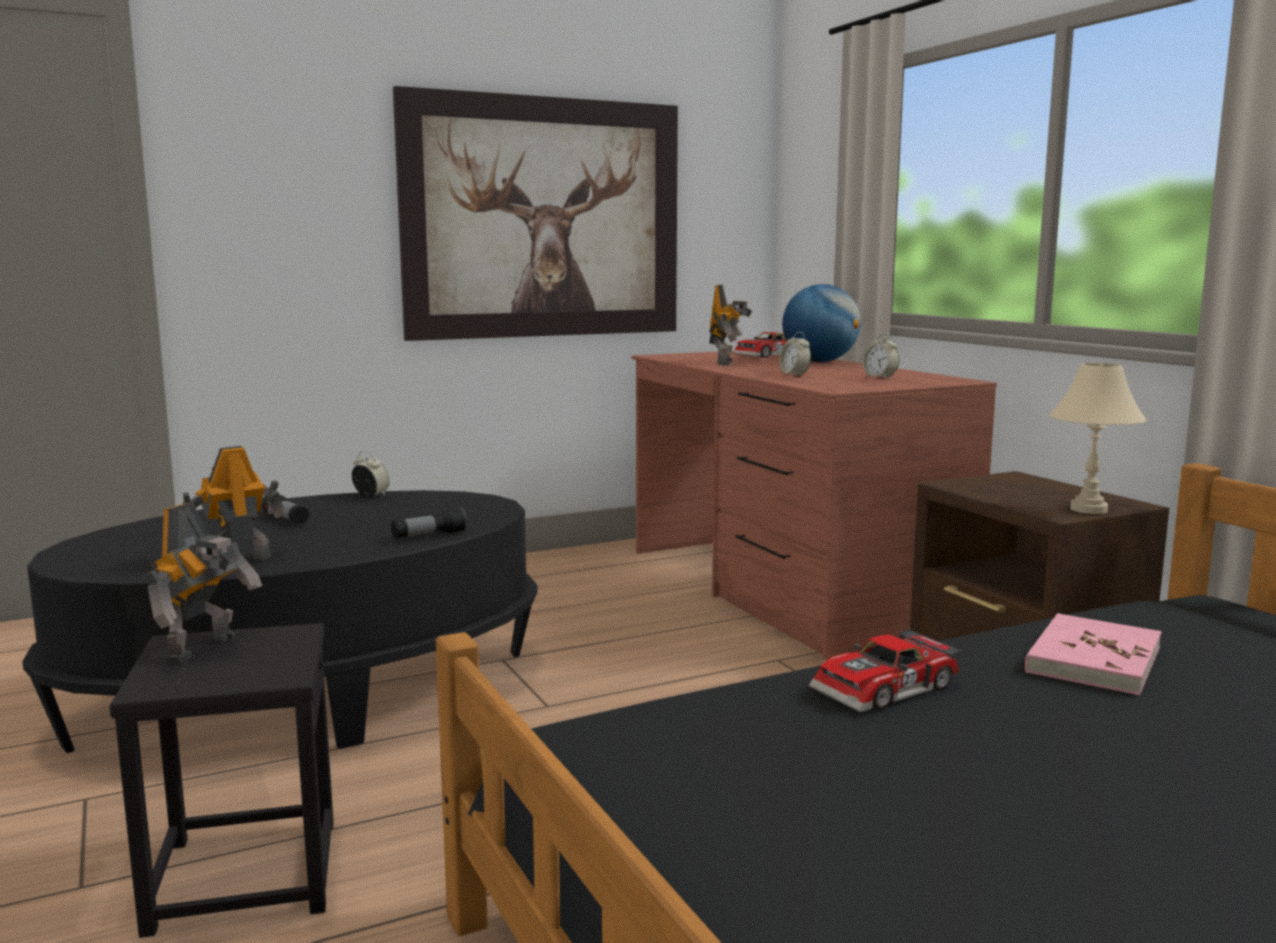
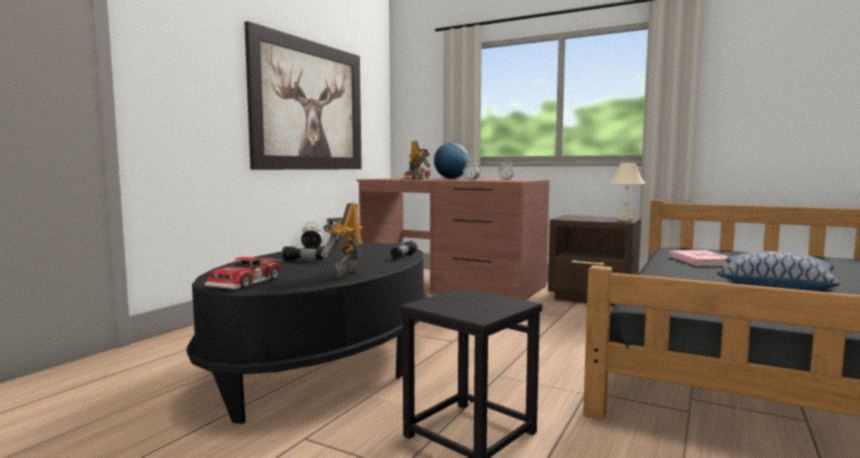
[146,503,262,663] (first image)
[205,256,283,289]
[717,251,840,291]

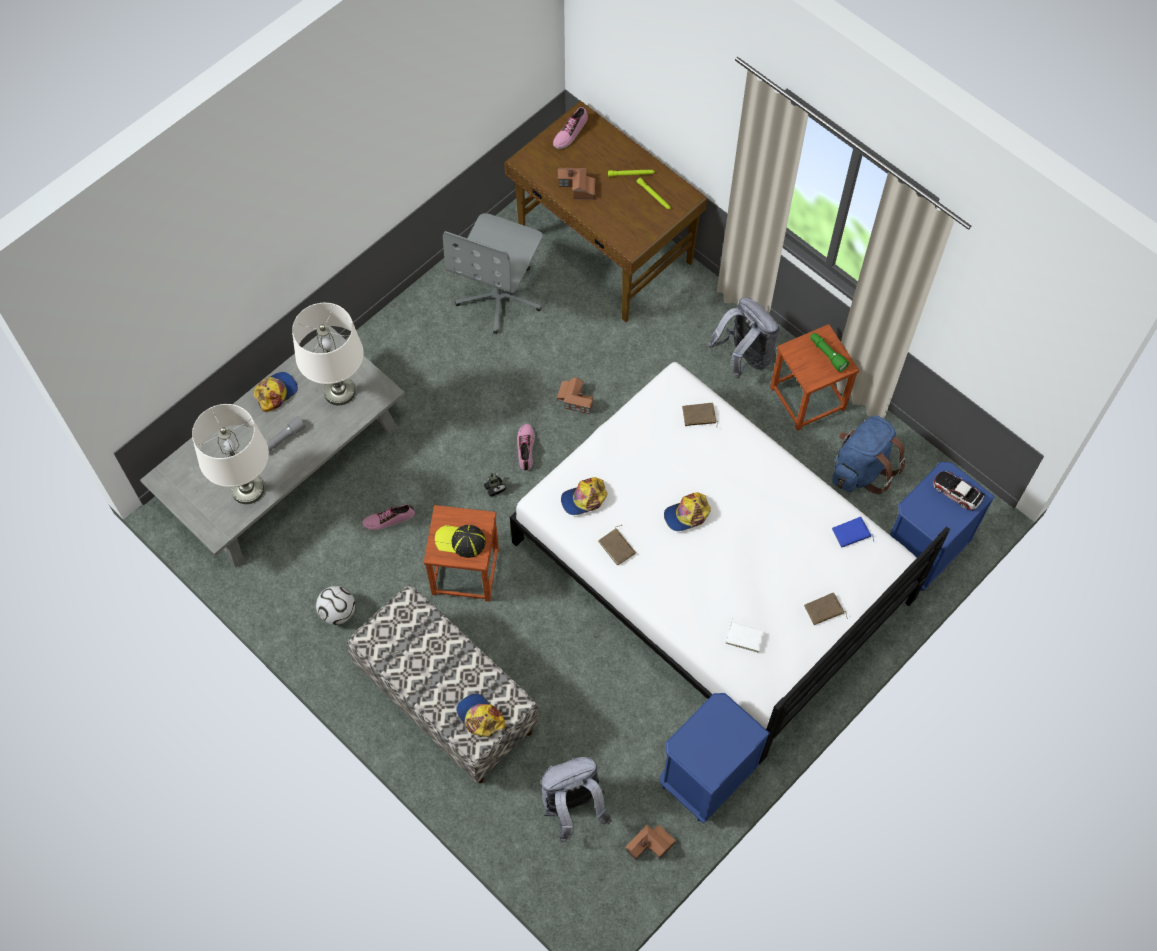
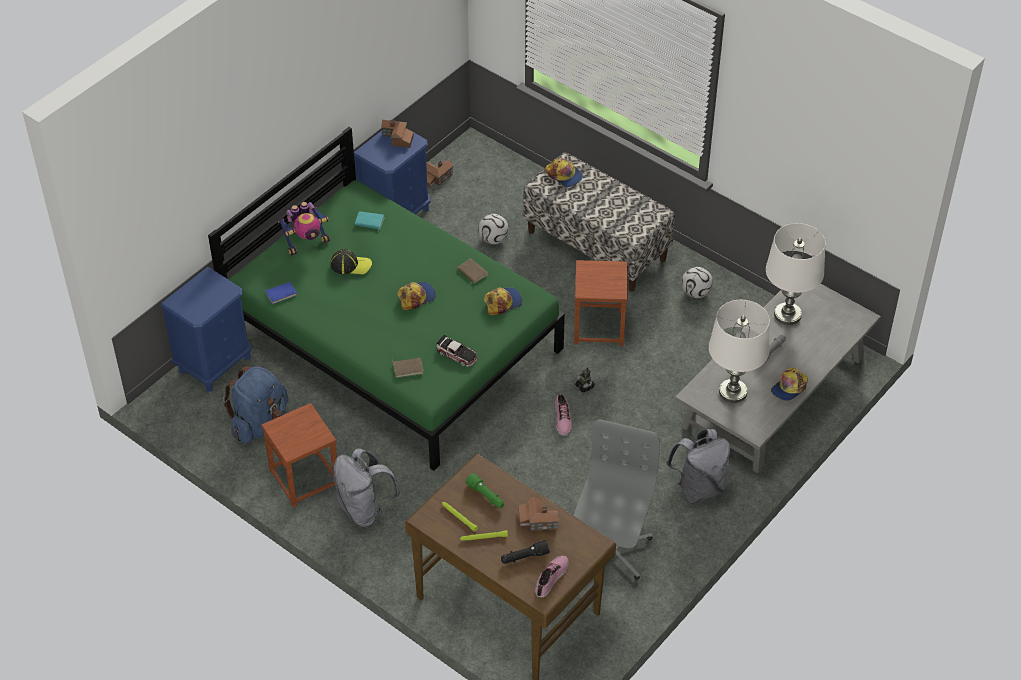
[466,473,504,508]
[208,127,565,471]
[381,120,414,148]
[436,335,478,367]
[362,504,415,531] (first image)
[331,249,372,274]
[278,202,330,256]
[355,211,385,231]
[666,429,730,504]
[478,214,509,244]
[501,540,550,563]

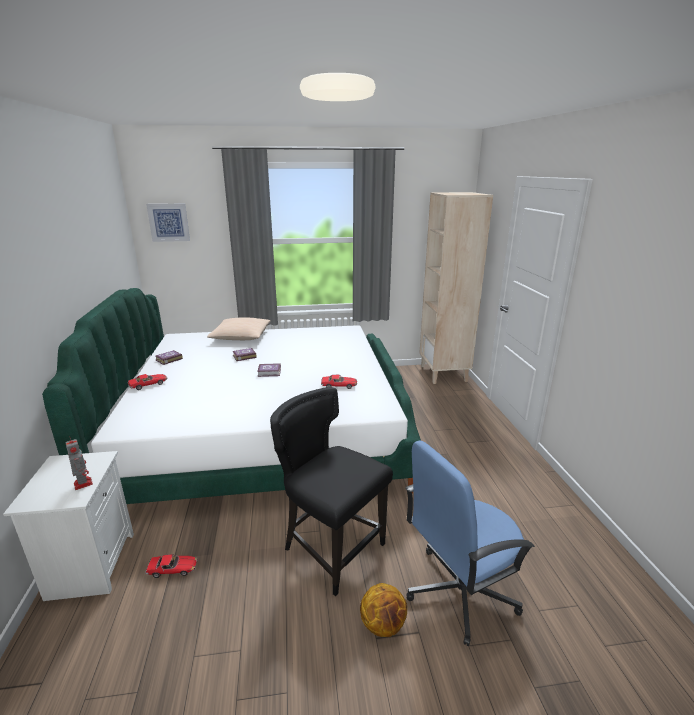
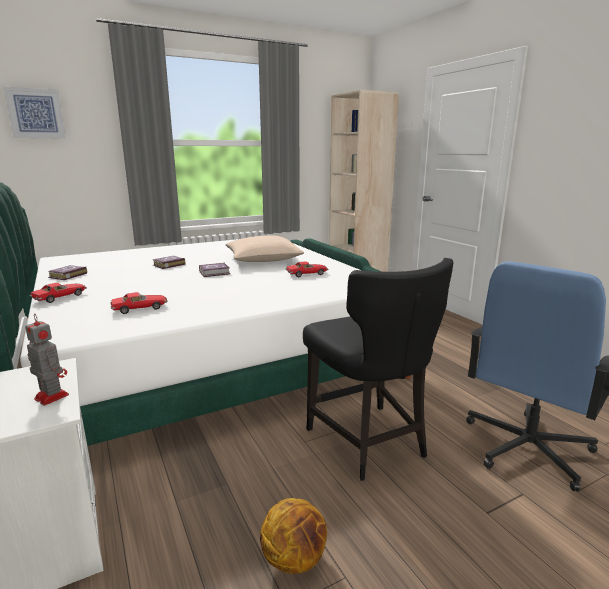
[226,235,304,262]
[303,258,453,480]
[111,292,168,314]
[260,498,327,574]

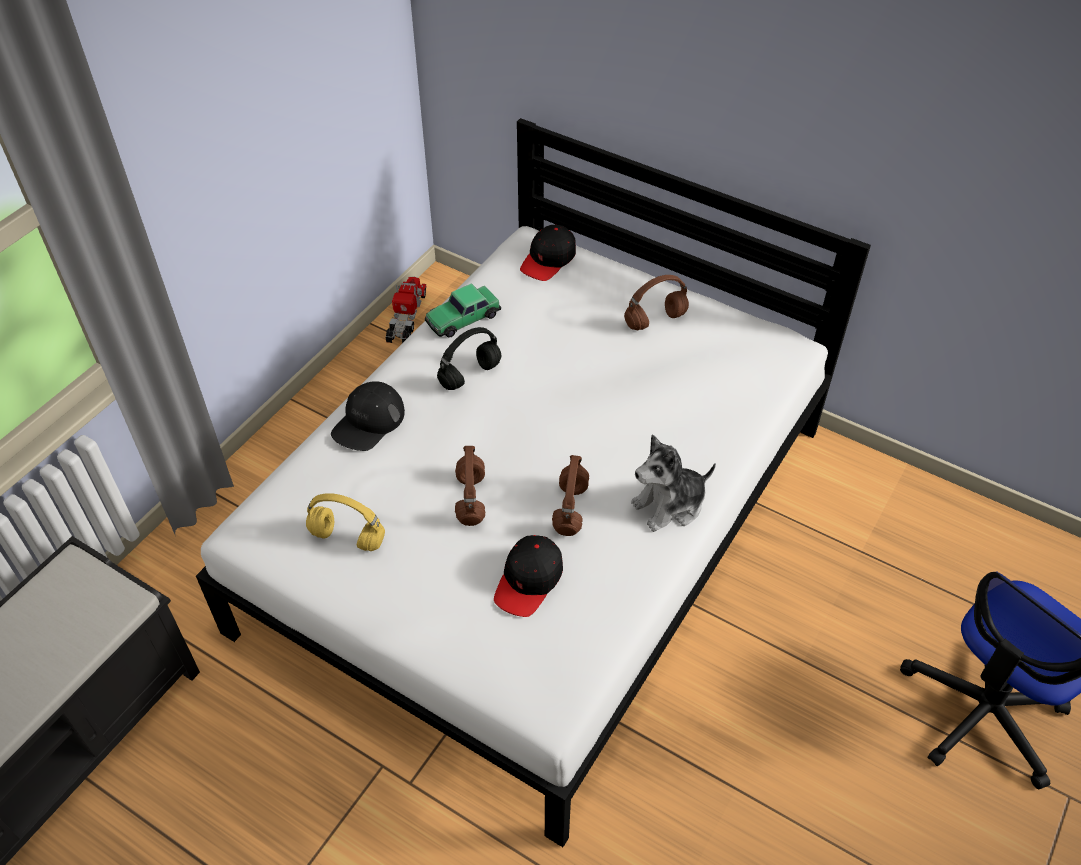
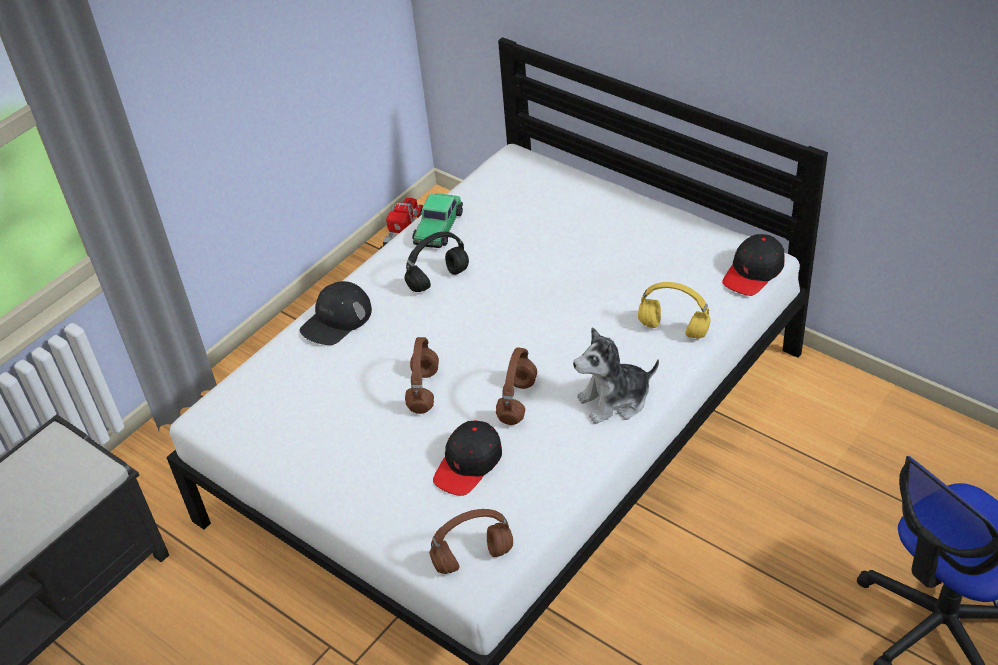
[722,234,785,296]
[429,509,513,574]
[412,193,463,248]
[638,282,711,339]

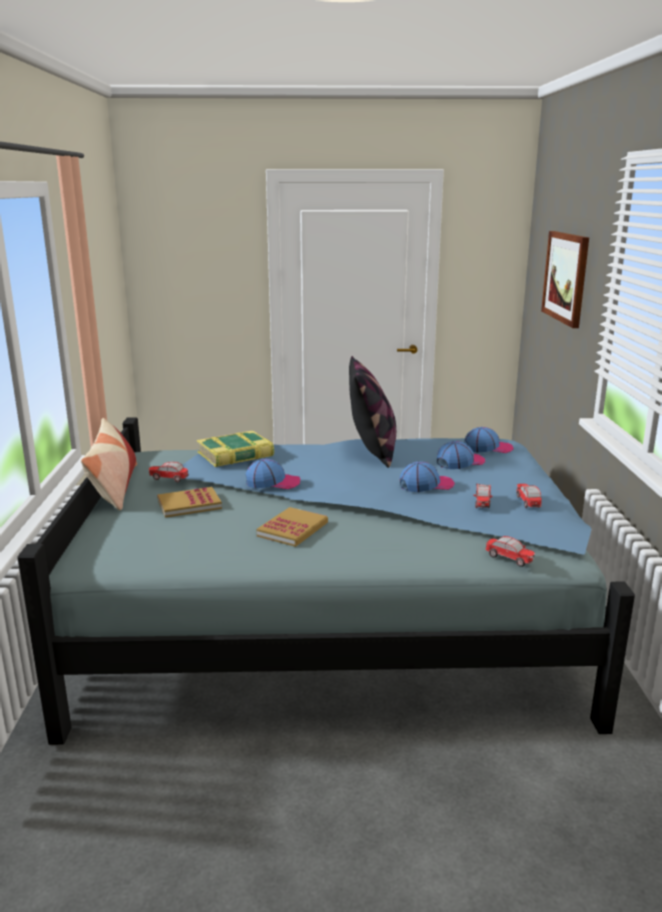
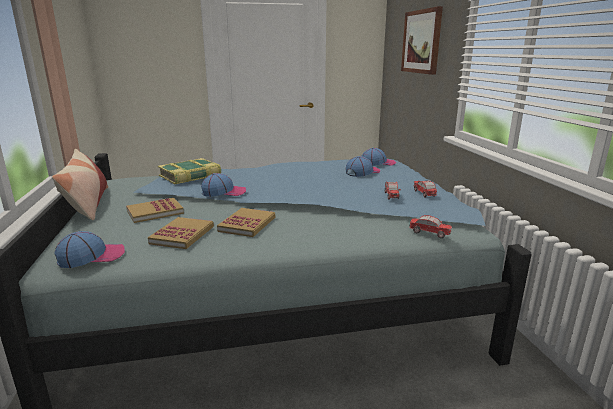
[349,356,396,468] (first image)
[55,231,125,268]
[148,462,189,482] (first image)
[148,217,214,249]

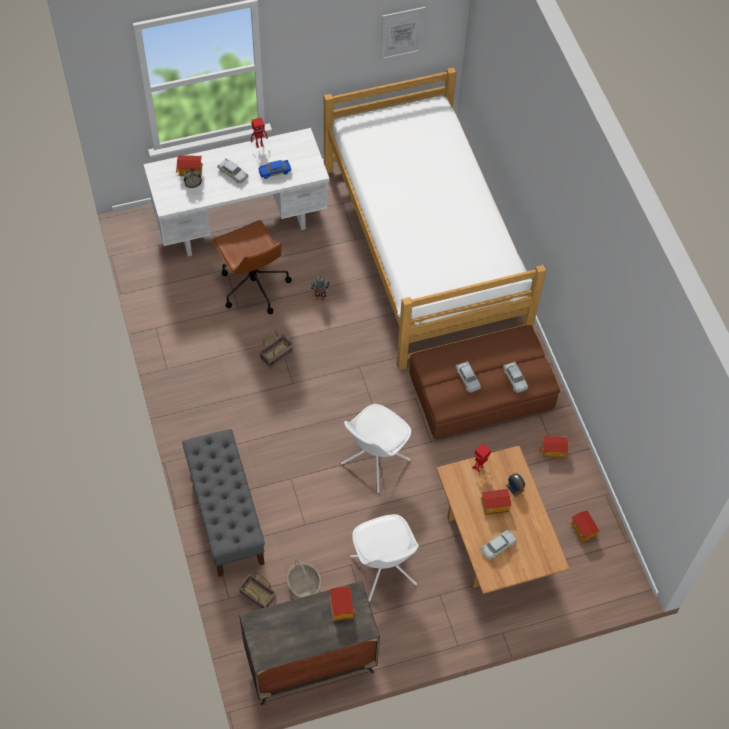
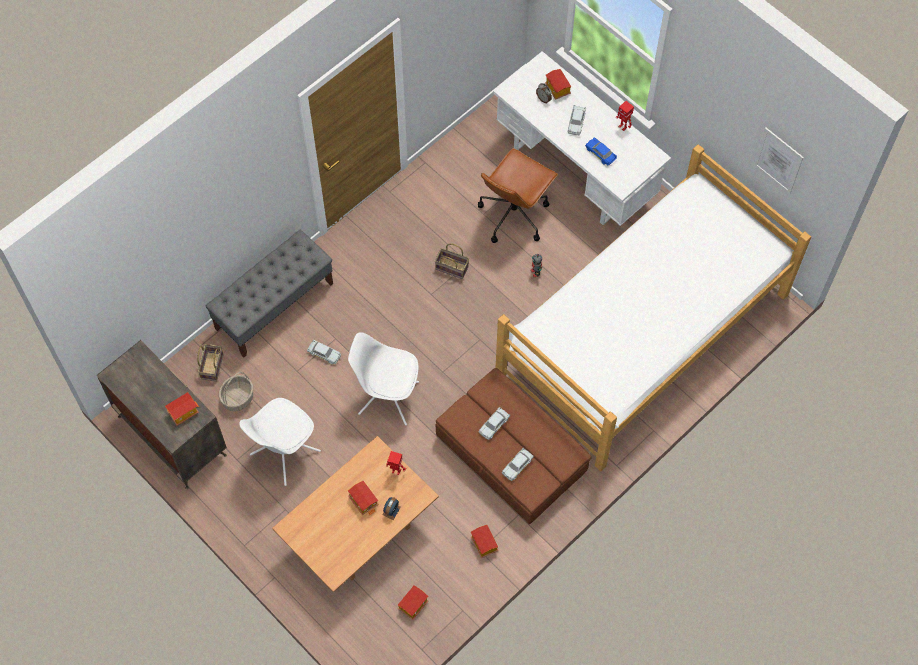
[307,340,341,364]

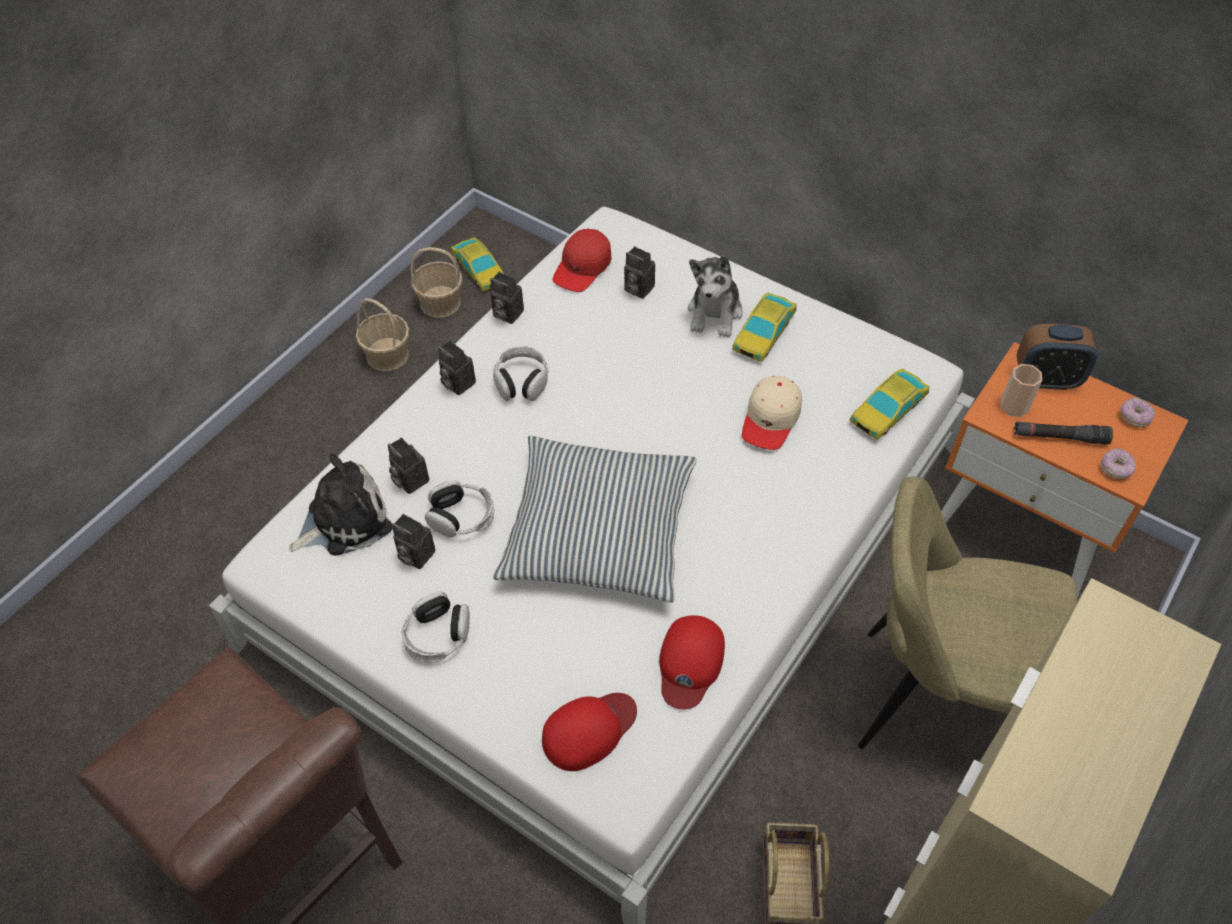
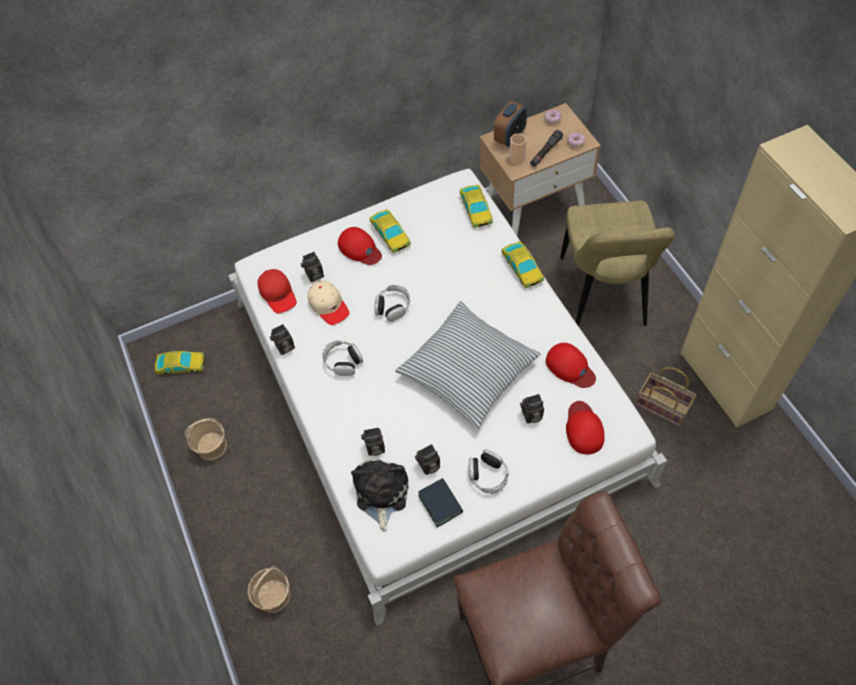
[248,566,290,613]
[338,227,382,265]
[520,394,544,423]
[480,103,601,235]
[308,281,349,325]
[560,201,675,326]
[375,285,410,322]
[501,241,544,288]
[418,478,463,527]

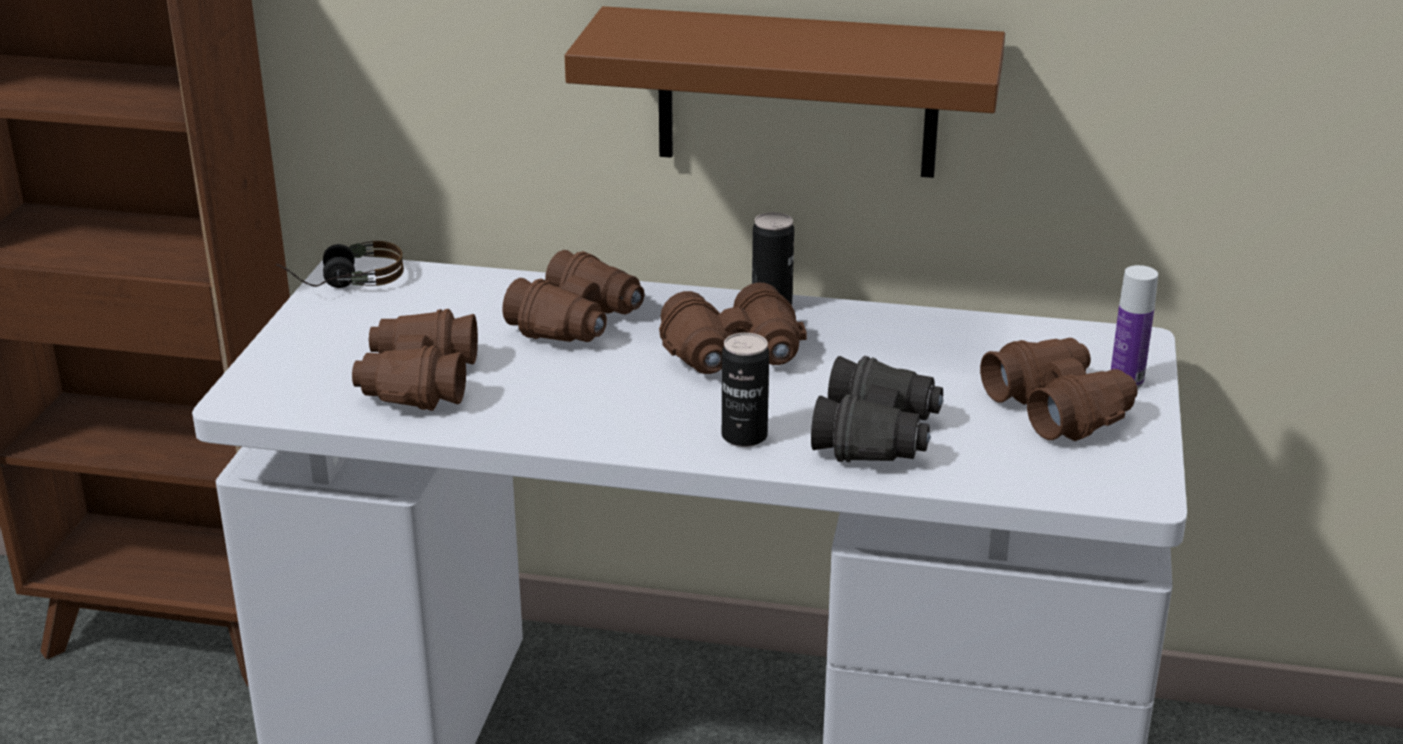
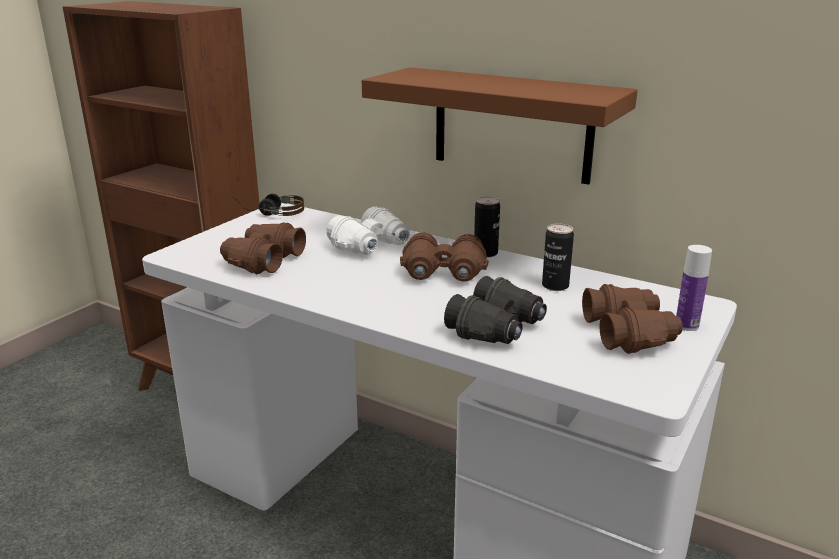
[326,207,410,255]
[542,224,574,291]

